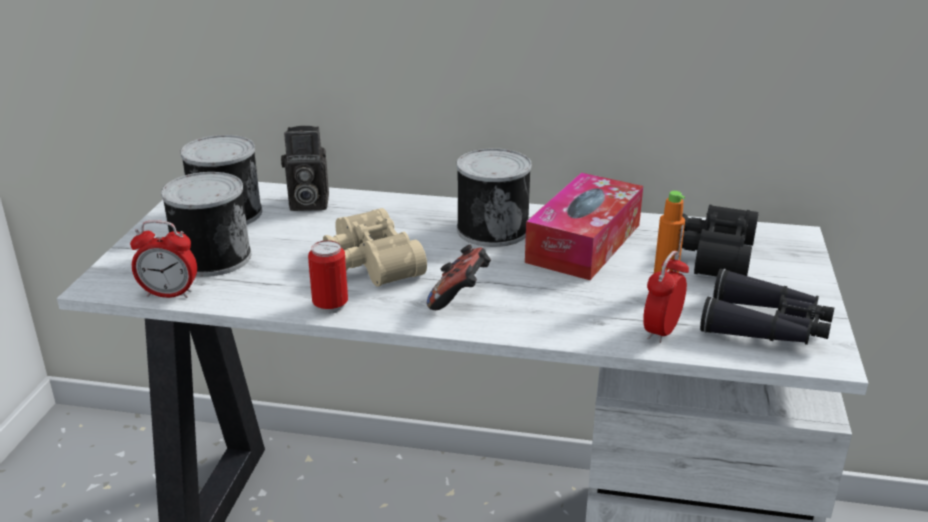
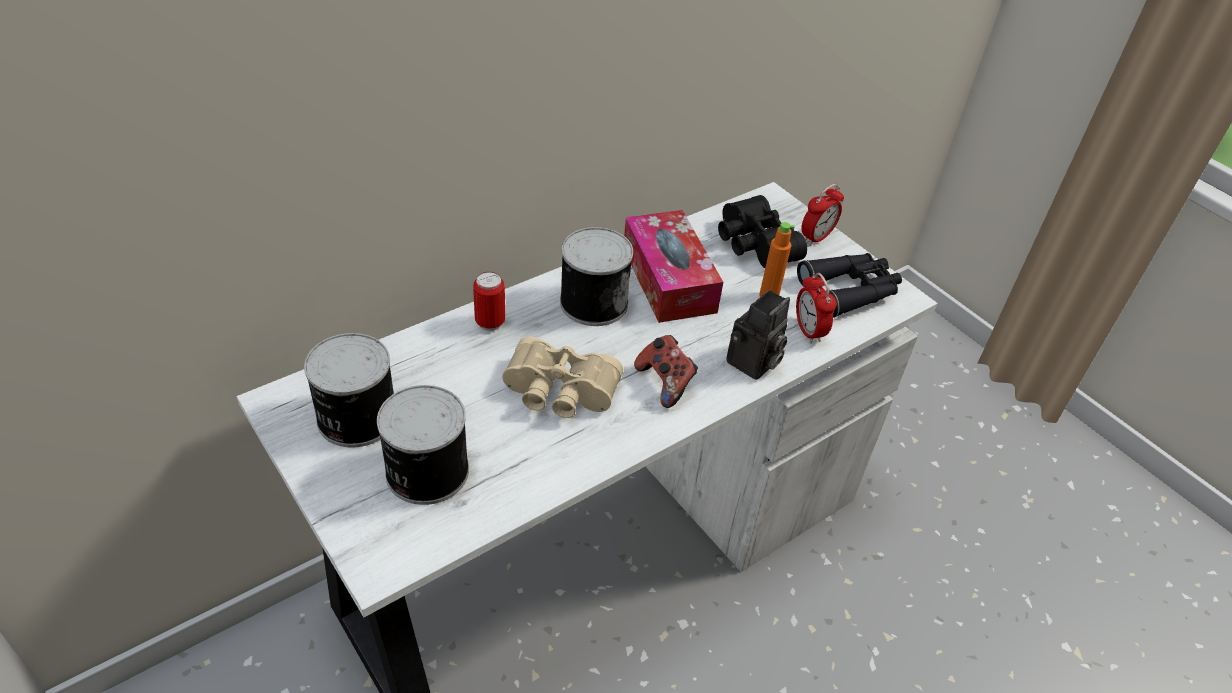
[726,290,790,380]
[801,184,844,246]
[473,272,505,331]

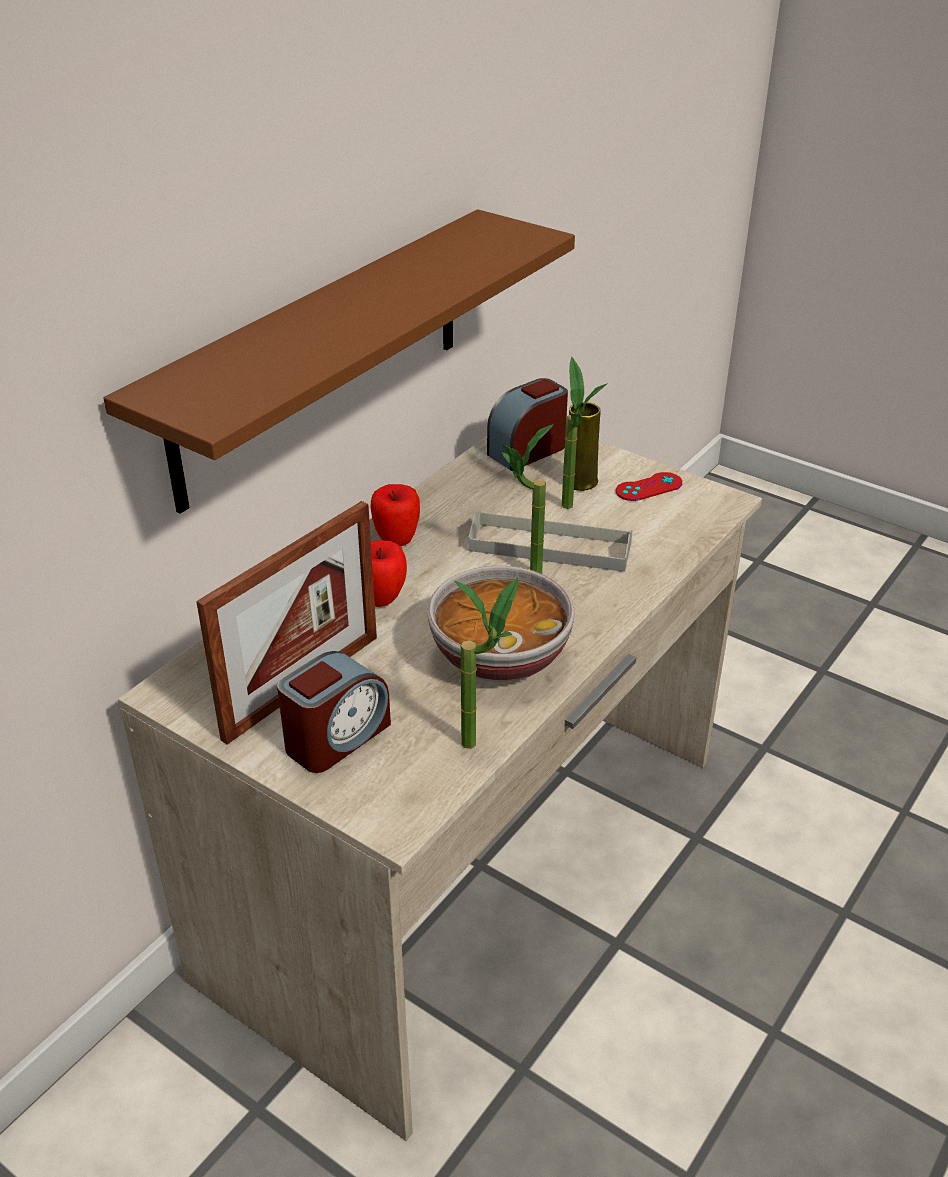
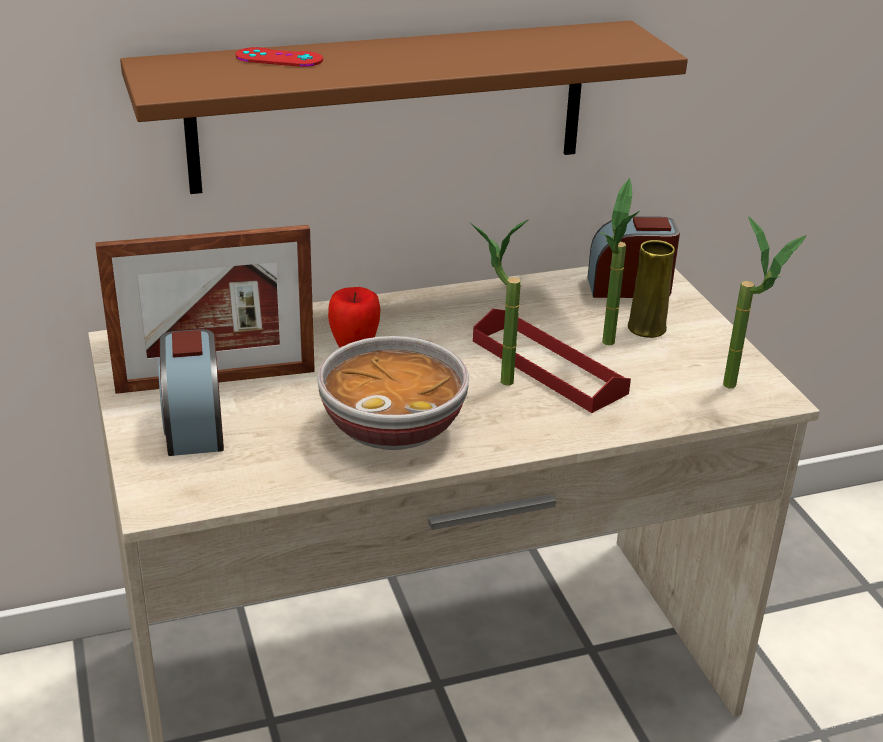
[236,47,323,67]
[371,484,420,547] (first image)
[473,309,631,413]
[723,216,807,388]
[158,329,224,456]

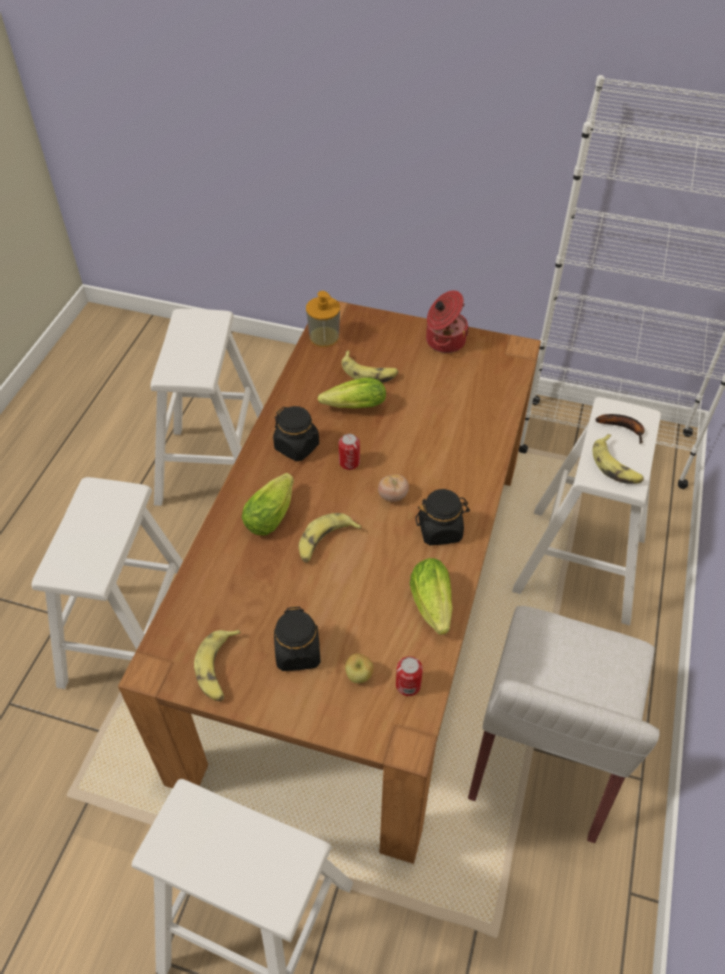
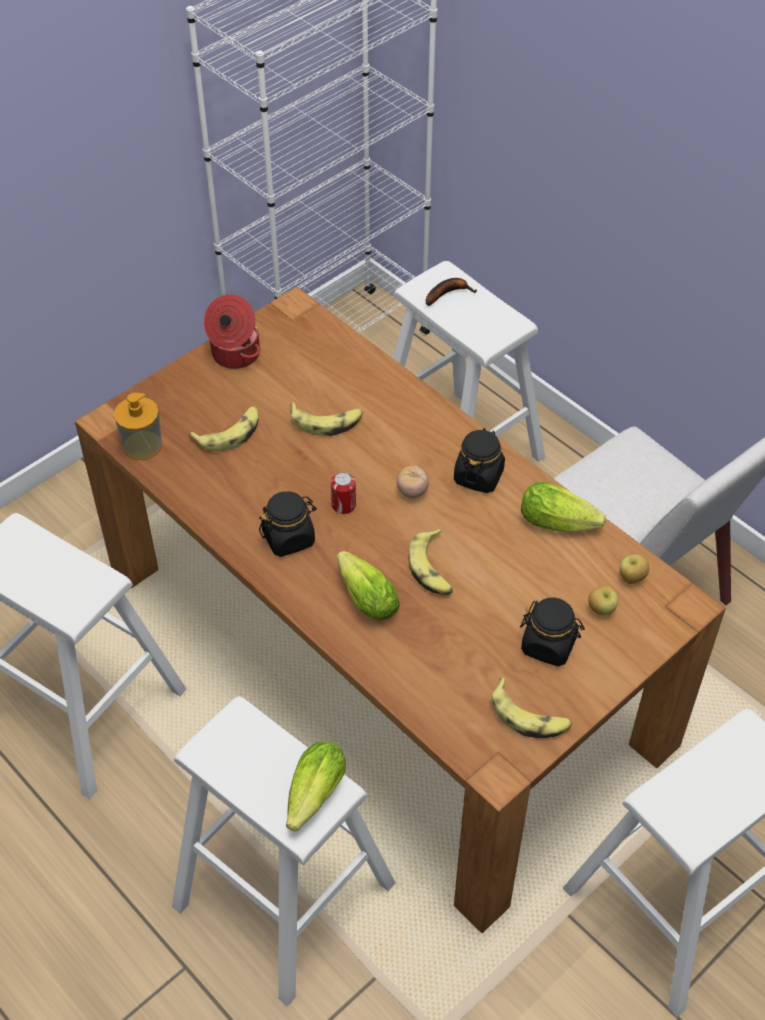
[286,742,346,831]
[290,402,363,436]
[620,555,649,584]

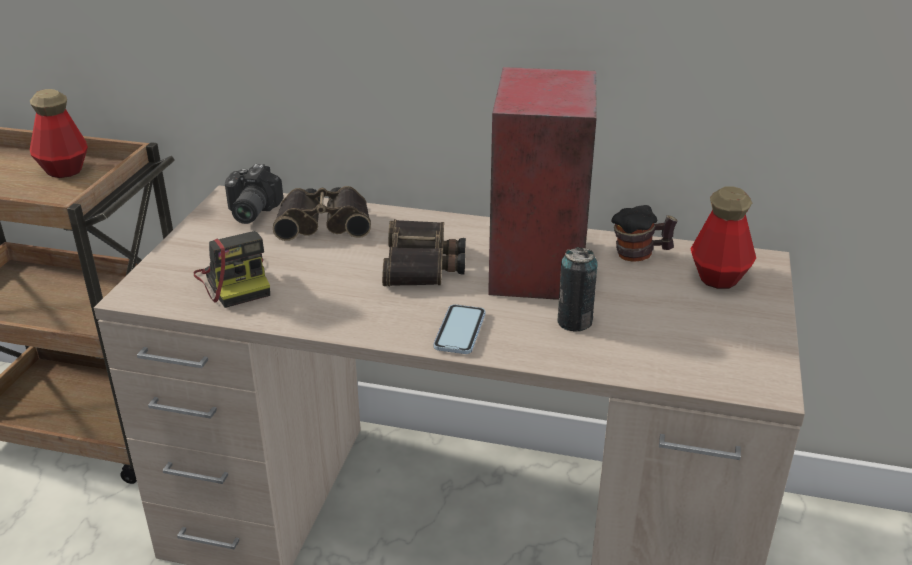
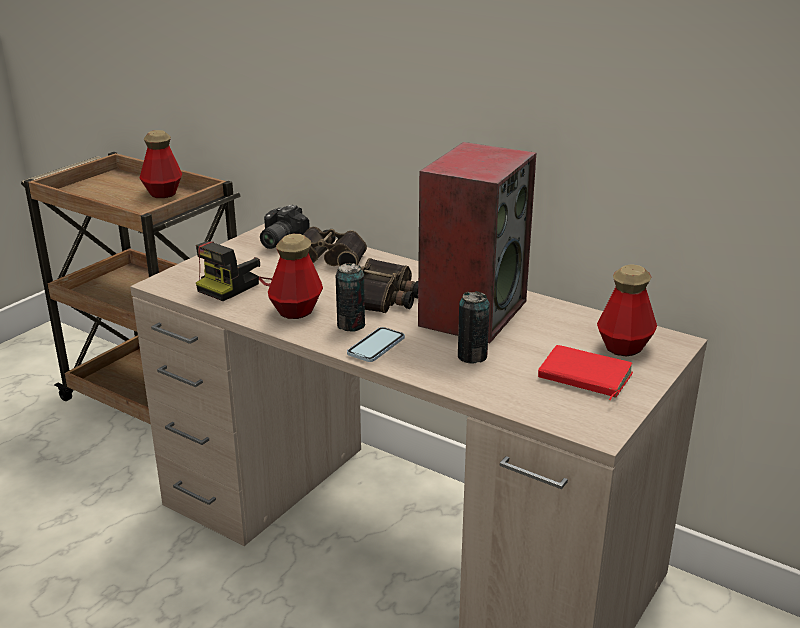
[611,205,678,262] (first image)
[196,241,272,301]
[268,234,323,319]
[336,263,365,332]
[538,345,633,400]

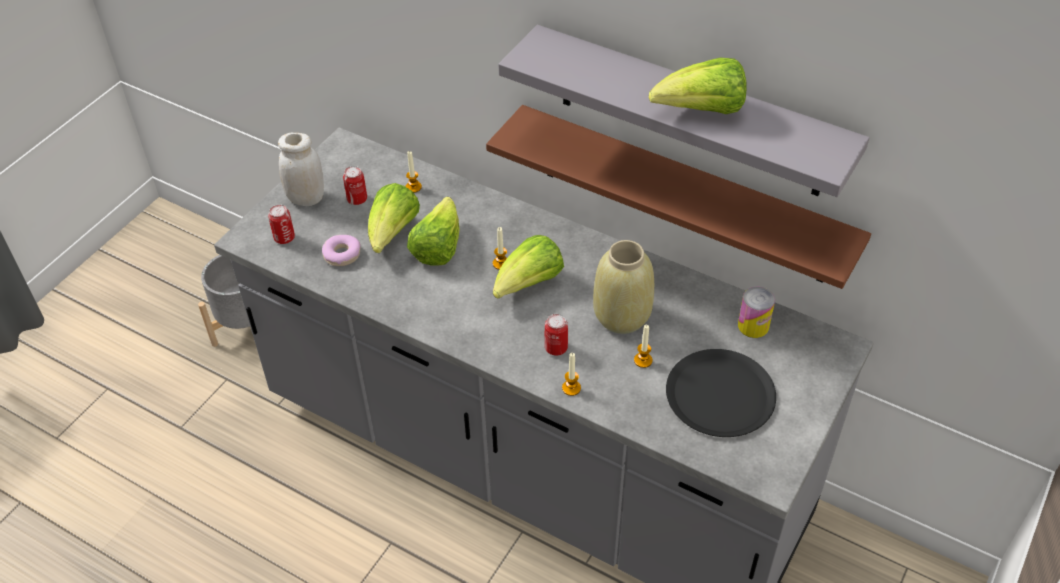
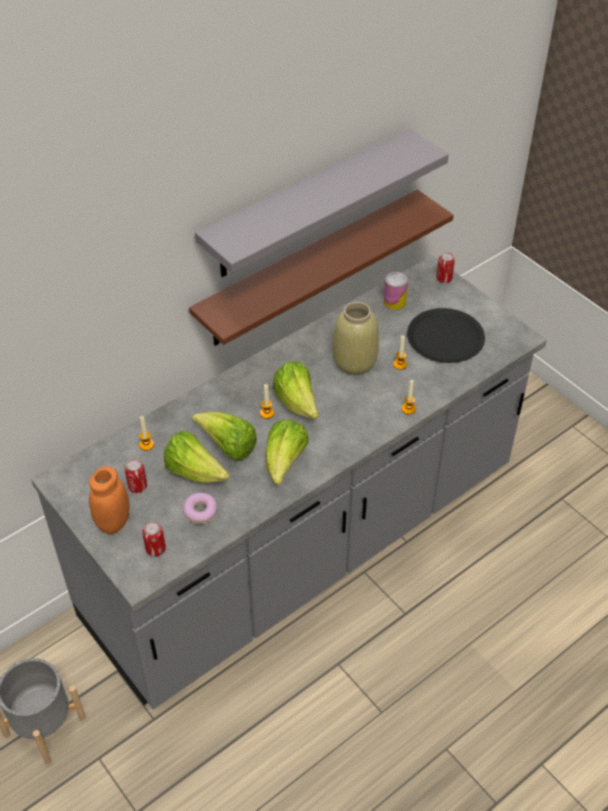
[265,419,309,485]
[89,466,130,534]
[436,252,455,283]

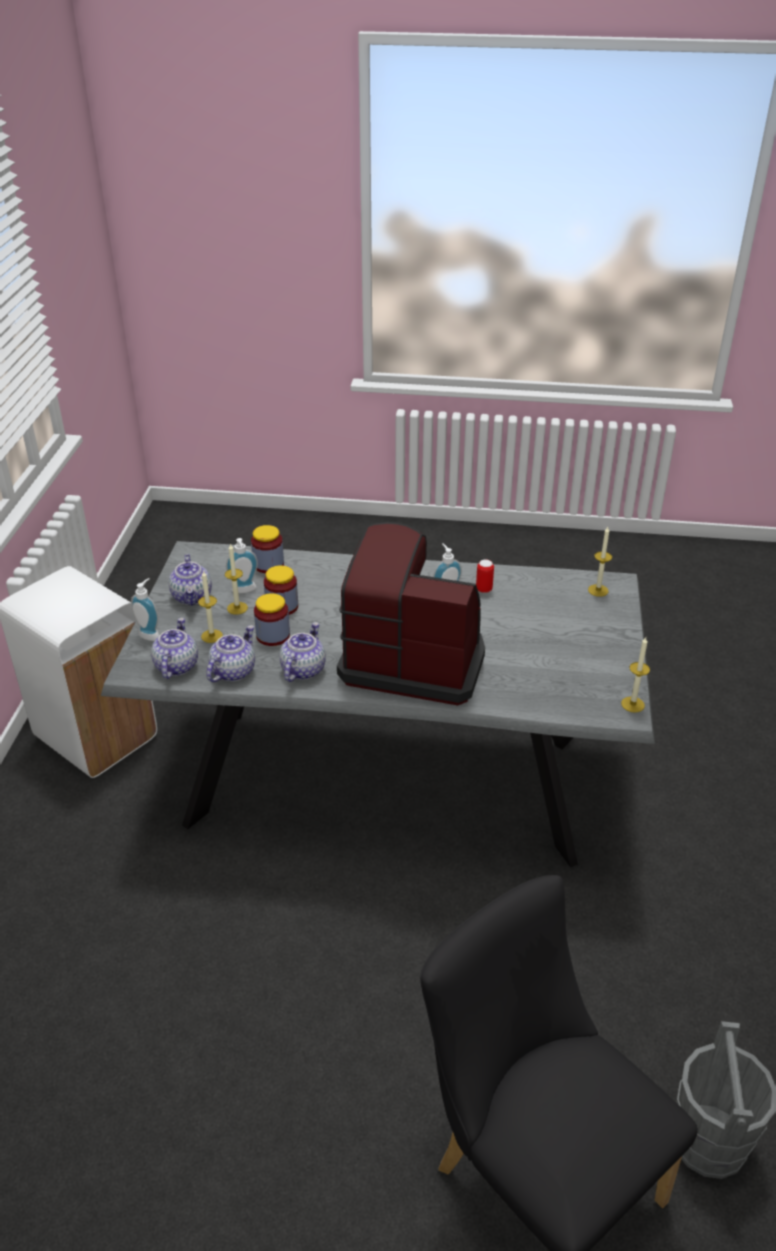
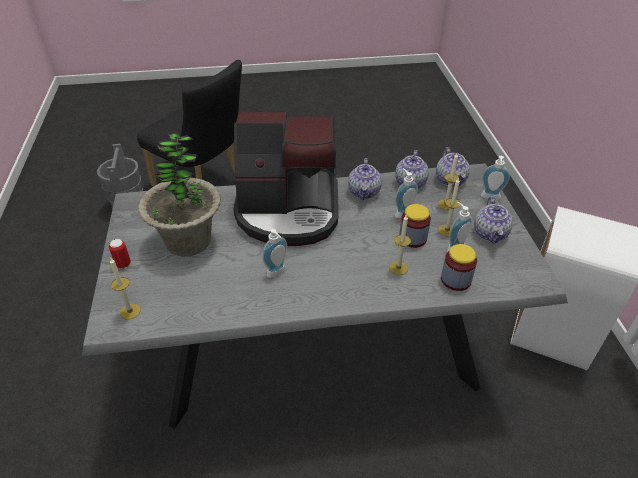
[474,197,513,243]
[109,239,131,269]
[395,169,418,218]
[389,215,411,275]
[138,132,221,257]

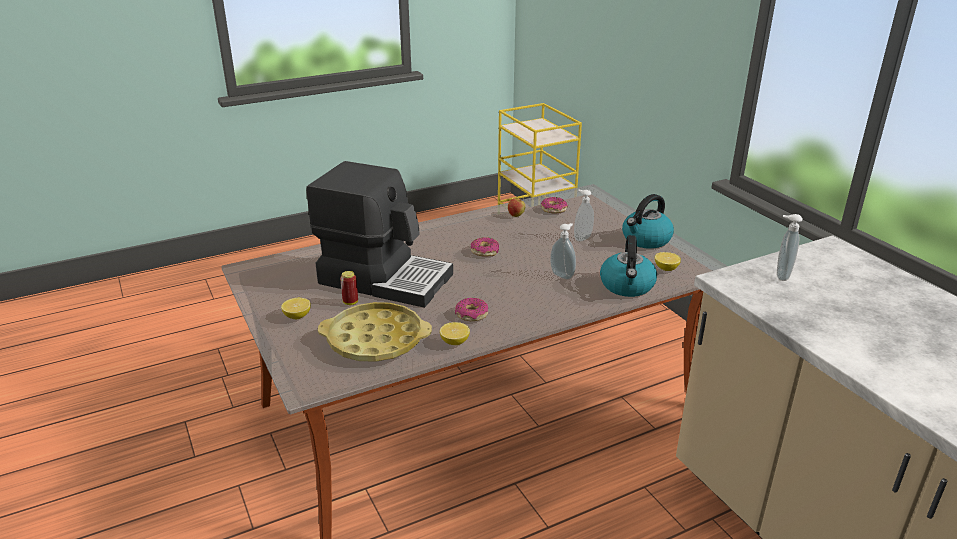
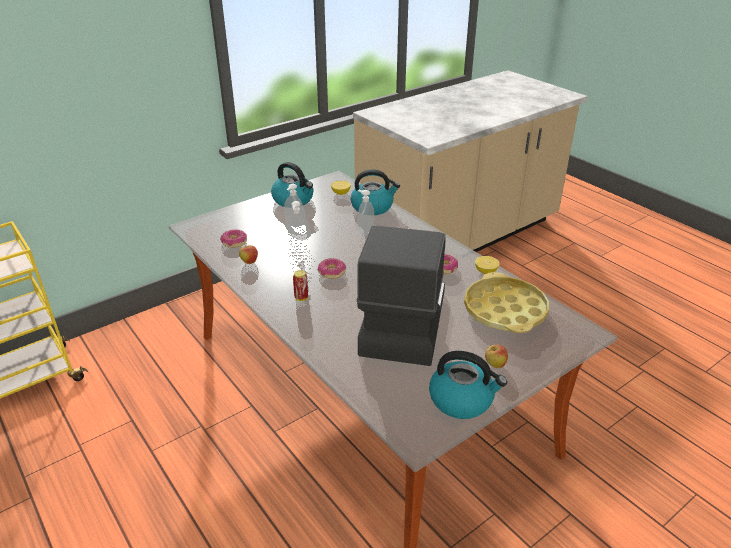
[285,201,311,247]
[293,270,308,301]
[485,345,508,368]
[429,351,507,419]

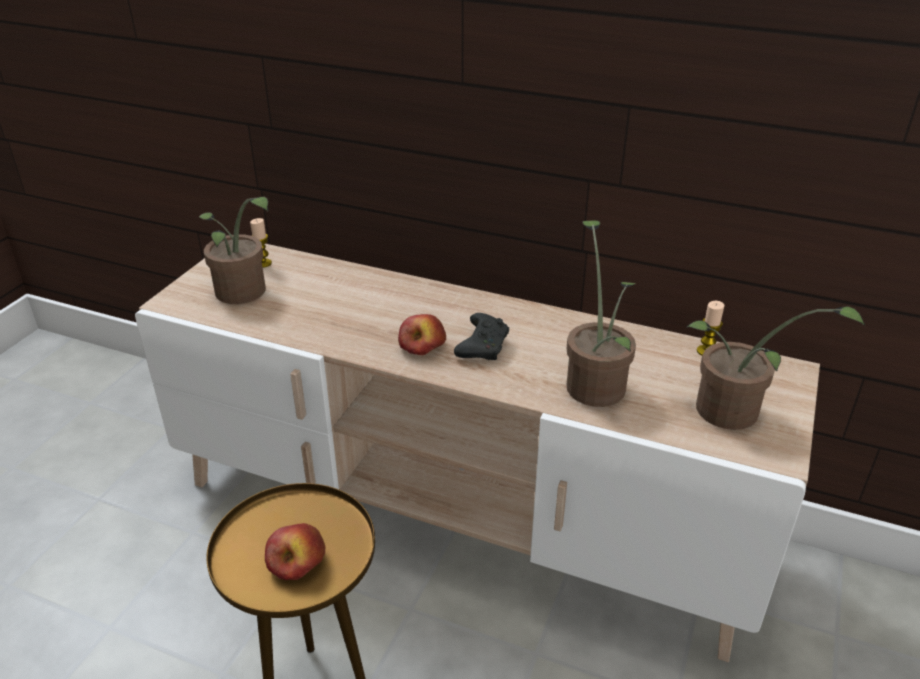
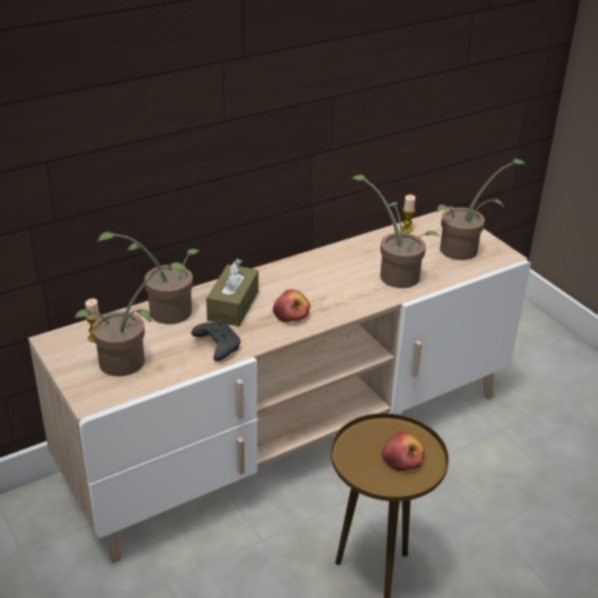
[191,320,241,361]
[97,232,200,324]
[206,259,259,327]

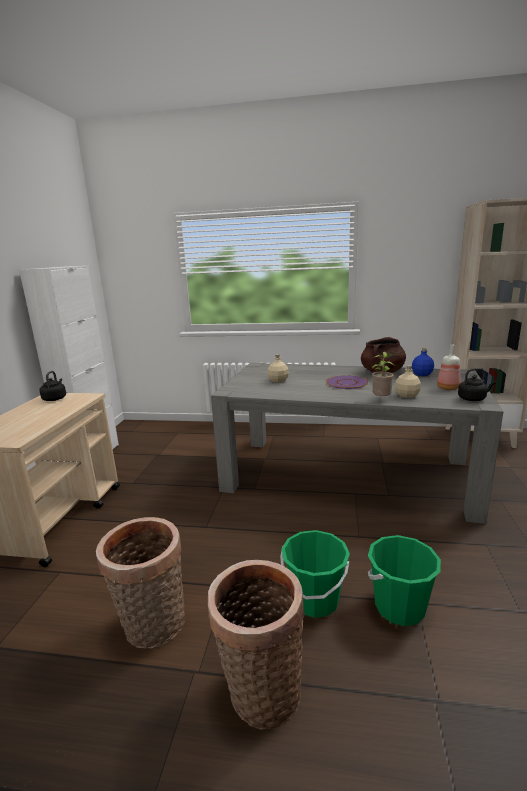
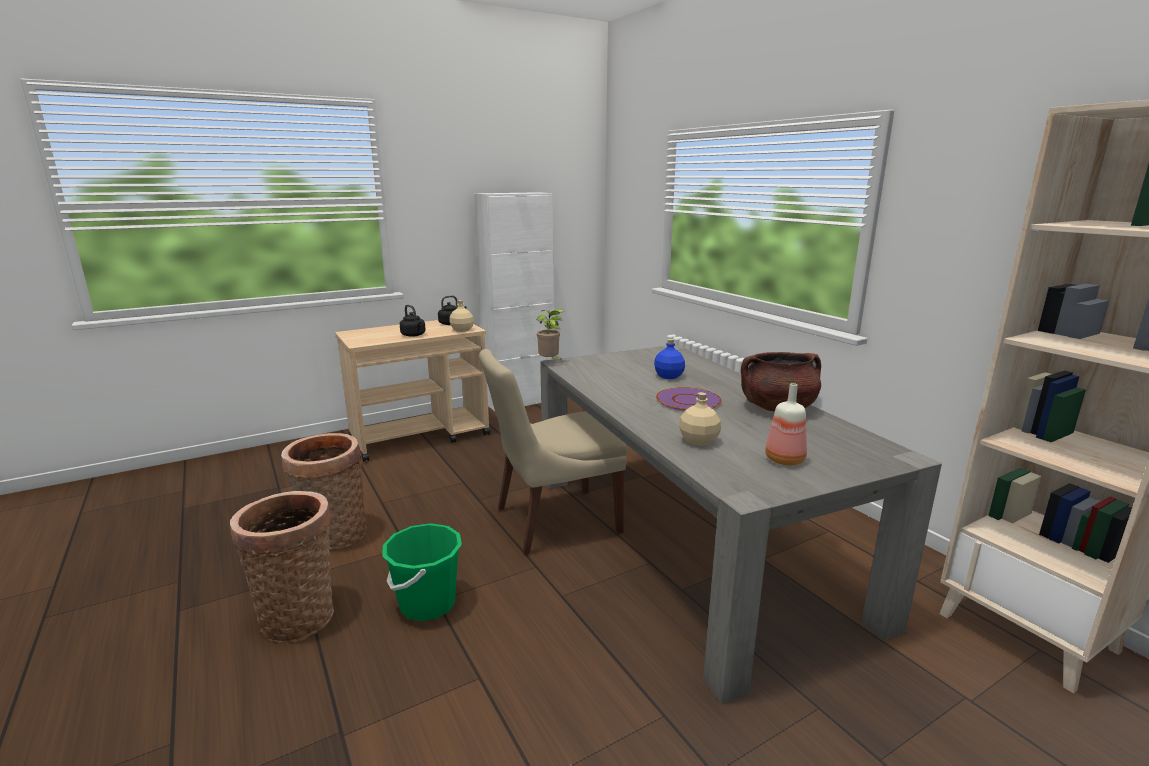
[654,339,685,379]
[537,309,564,359]
[449,300,474,332]
[400,305,426,337]
[368,535,441,626] (first image)
[479,349,627,555]

